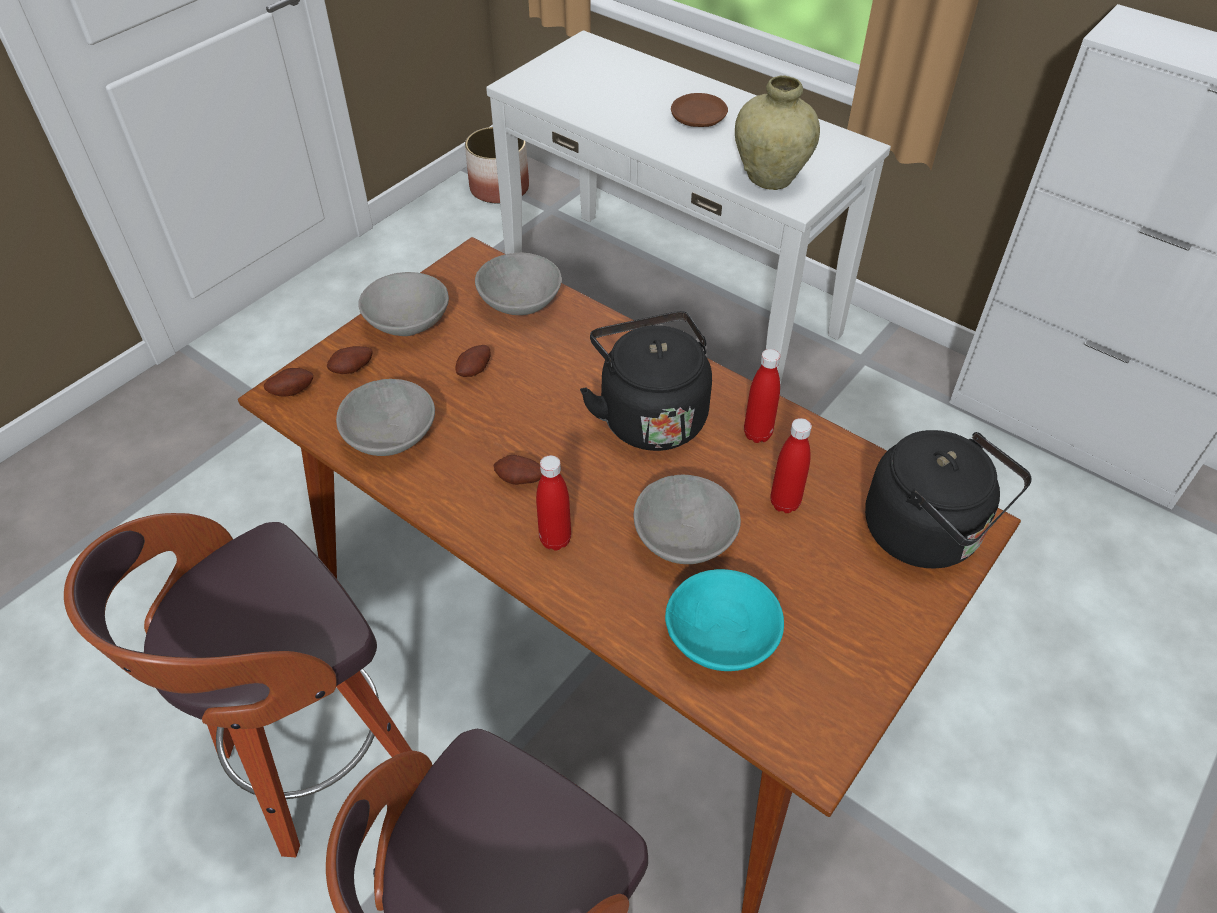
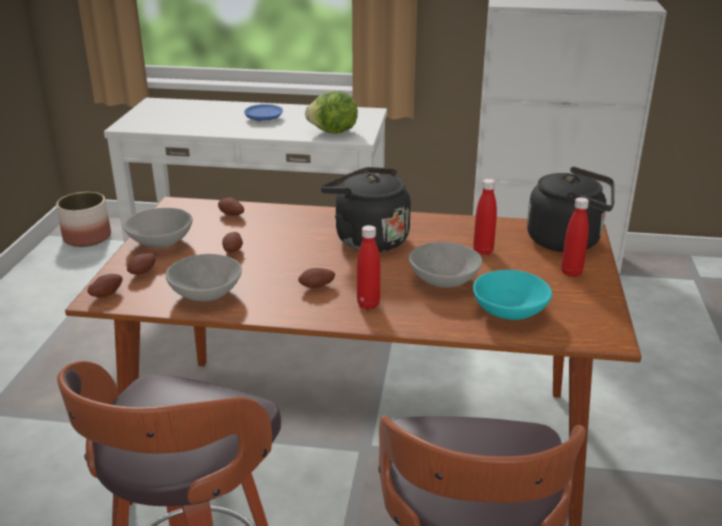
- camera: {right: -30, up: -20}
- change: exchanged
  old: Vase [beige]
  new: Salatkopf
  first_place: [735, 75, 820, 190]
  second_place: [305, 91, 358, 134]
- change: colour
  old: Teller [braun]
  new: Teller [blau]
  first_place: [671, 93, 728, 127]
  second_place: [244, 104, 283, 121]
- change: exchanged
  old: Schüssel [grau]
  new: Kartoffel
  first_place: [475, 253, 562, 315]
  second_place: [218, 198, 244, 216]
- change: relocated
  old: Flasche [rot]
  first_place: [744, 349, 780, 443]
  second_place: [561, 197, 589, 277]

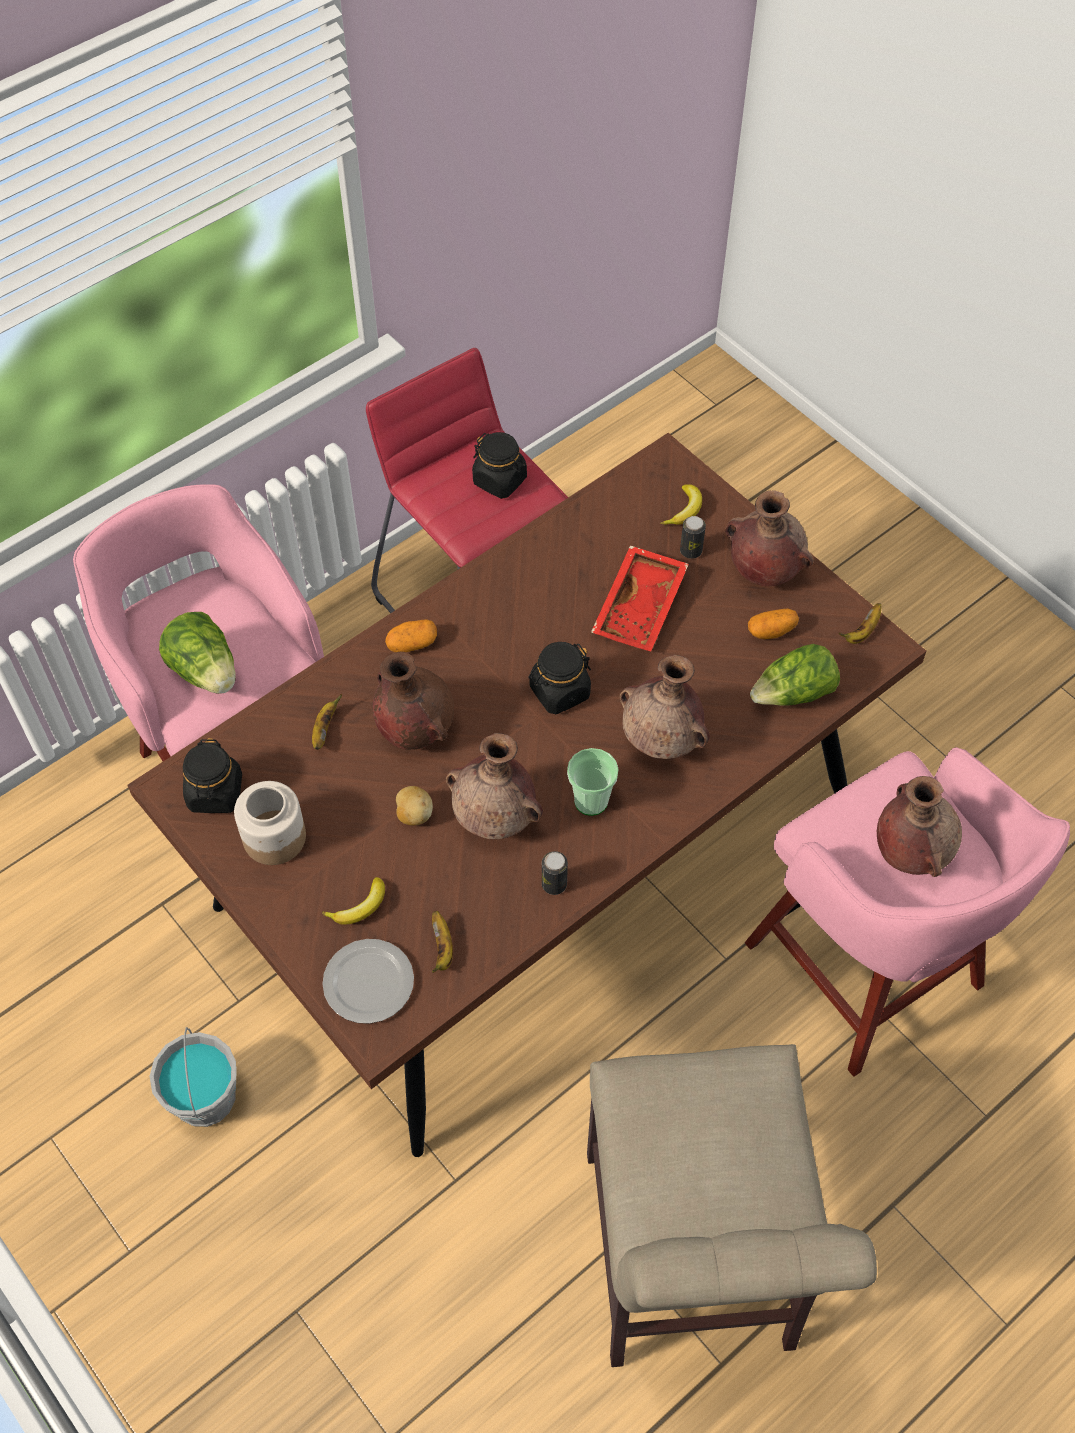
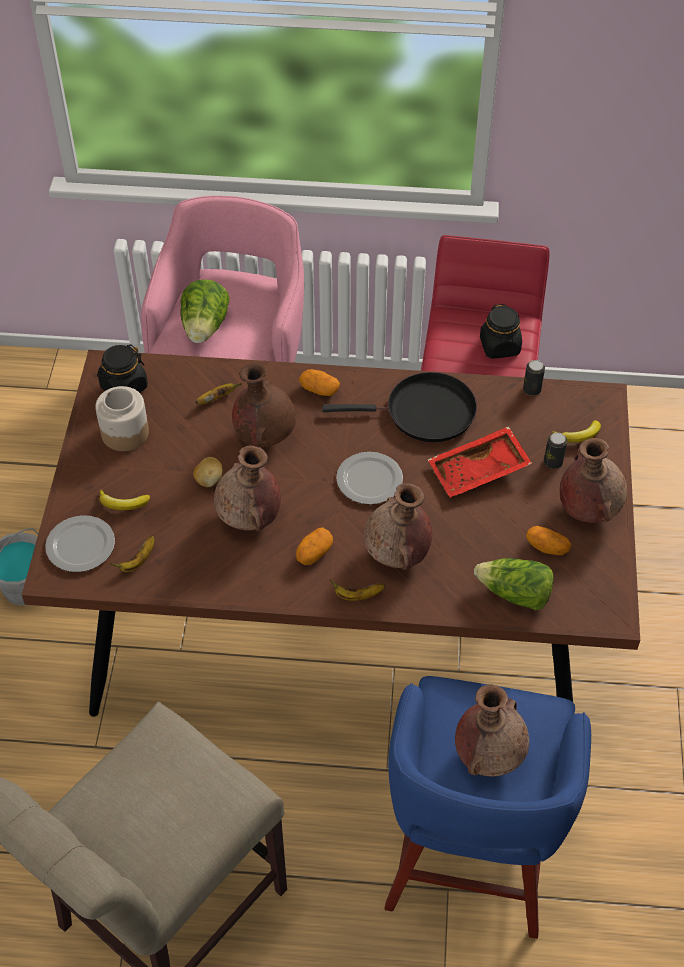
- camera: {right: 45, up: -5}
- change: relocated
  old: Banane
  first_place: [839, 603, 882, 644]
  second_place: [330, 579, 385, 601]
- change: exchanged
  old: Vorratsglas [schwarz]
  new: Teller
  first_place: [528, 642, 591, 714]
  second_place: [336, 452, 403, 505]
- change: colour
  old: Hocker [rosa]
  new: Hocker [blau]
  first_place: [745, 747, 1070, 1077]
  second_place: [384, 676, 591, 939]
- change: exchanged
  old: Tasse
  new: Kartoffel
  first_place: [567, 748, 619, 816]
  second_place: [296, 527, 333, 565]
- change: relocated
  old: Dose
  first_place: [542, 851, 568, 895]
  second_place: [523, 360, 545, 396]
- change: appeared
  new: Pfanne [schwarz]
  second_place: [322, 372, 477, 442]

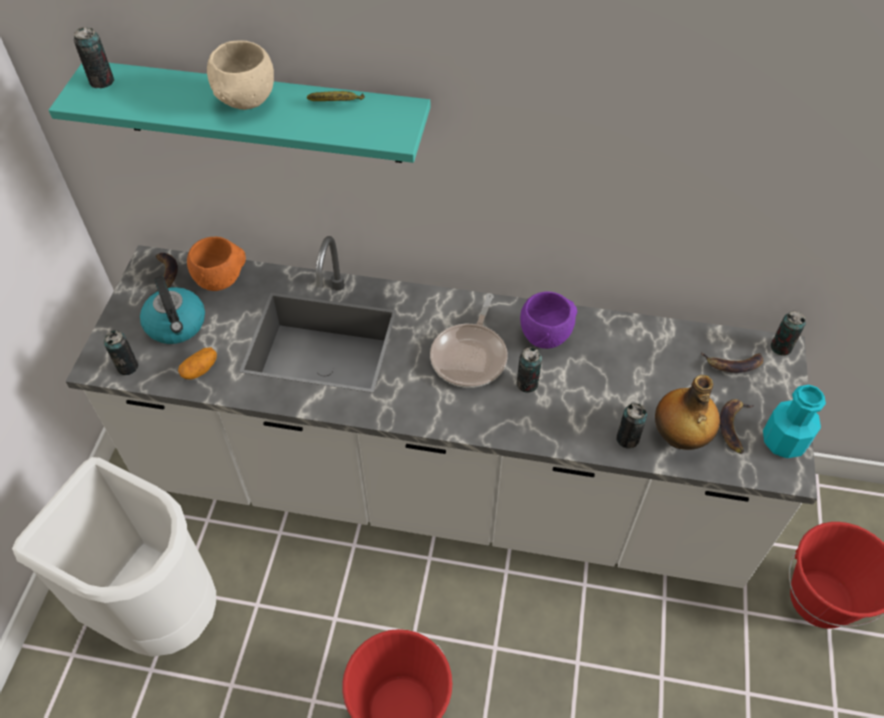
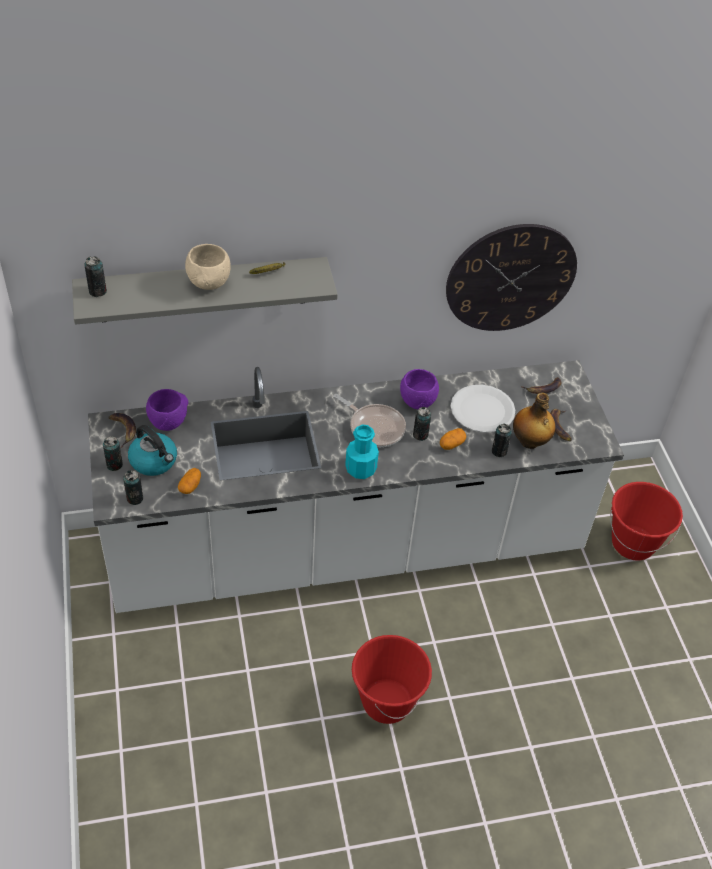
- camera: {right: -25, up: -5}
- change: colour
  old: Wandregal [türkis]
  new: Wandregal [grau]
  first_place: [49, 63, 430, 163]
  second_place: [72, 257, 338, 325]
- change: colour
  old: Schüssel [orange]
  new: Schüssel [lila]
  first_place: [187, 237, 246, 291]
  second_place: [146, 389, 188, 431]
- change: spun
  old: Pfanne
  first_place: [430, 293, 508, 388]
  second_place: [333, 394, 406, 447]
  degrees: -45
- change: relocated
  old: Dose
  first_place: [771, 311, 806, 356]
  second_place: [103, 436, 123, 471]
- change: relocated
  old: Flasche [türkis]
  first_place: [763, 385, 826, 458]
  second_place: [345, 425, 379, 479]
- change: missing
  old: Mülleimer [weiß]
  first_place: [12, 457, 216, 657]
- change: appeared
  new: Wanduhr
  second_place: [446, 224, 577, 331]
- change: appeared
  new: Teller [weiß]
  second_place: [450, 385, 515, 433]
- change: appeared
  new: Kartoffel
  second_place: [440, 428, 466, 450]

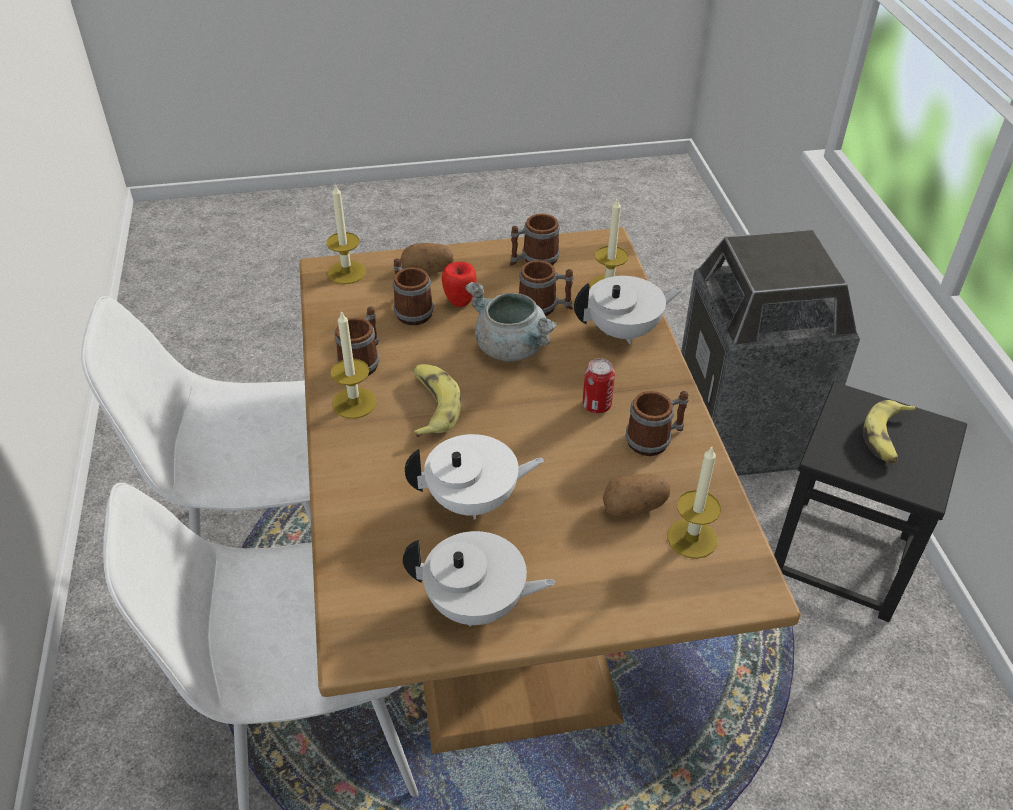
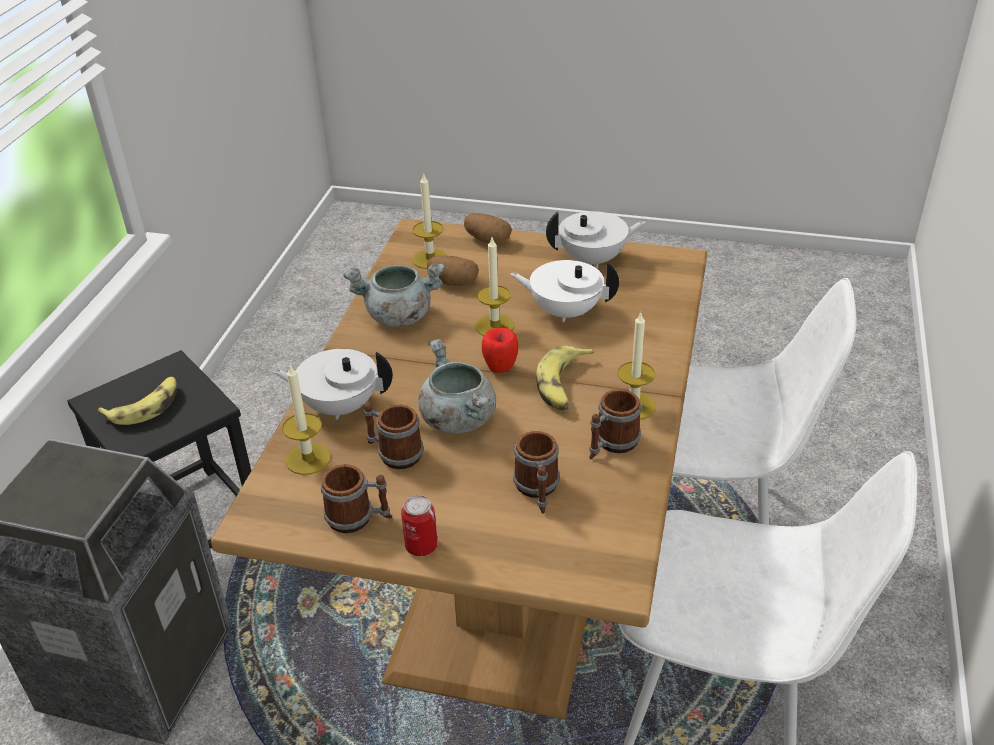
- camera: {right: -155, up: -5}
- change: relocated
  old: Kerze
  first_place: [326, 184, 366, 284]
  second_place: [476, 238, 514, 336]
- change: relocated
  old: Kartoffel
  first_place: [400, 243, 454, 274]
  second_place: [464, 213, 512, 243]
- change: relocated
  old: Apfel
  first_place: [442, 262, 477, 307]
  second_place: [482, 328, 519, 373]
- change: relocated
  old: Dose
  first_place: [583, 358, 615, 413]
  second_place: [401, 495, 438, 556]
- change: exchanged
  old: Henkelbecher
  new: Kochtopf [grau]
  first_place: [625, 391, 689, 456]
  second_place: [343, 263, 445, 327]
- change: spun
  old: Teekanne [weiß]
  first_place: [403, 531, 556, 626]
  second_place: [546, 211, 646, 269]
  degrees: 135

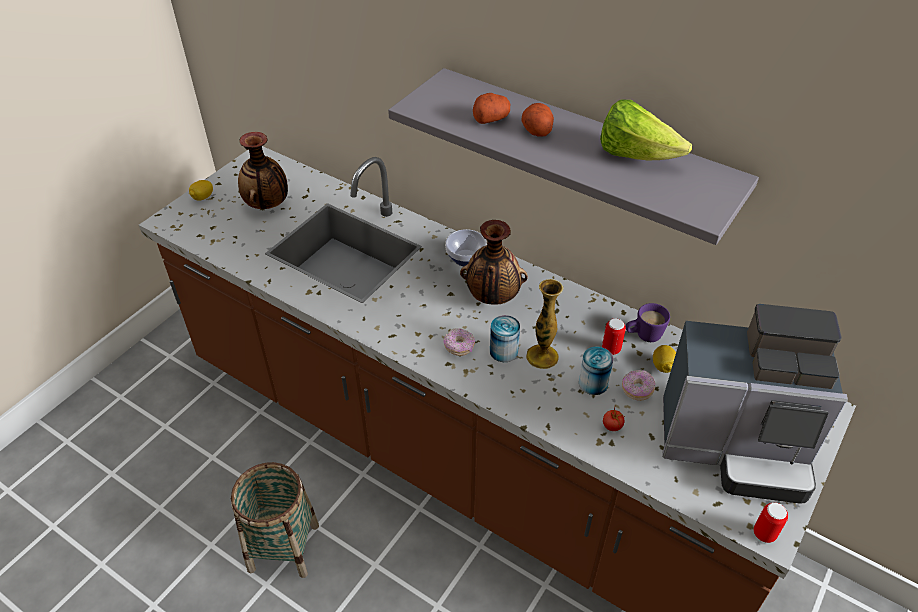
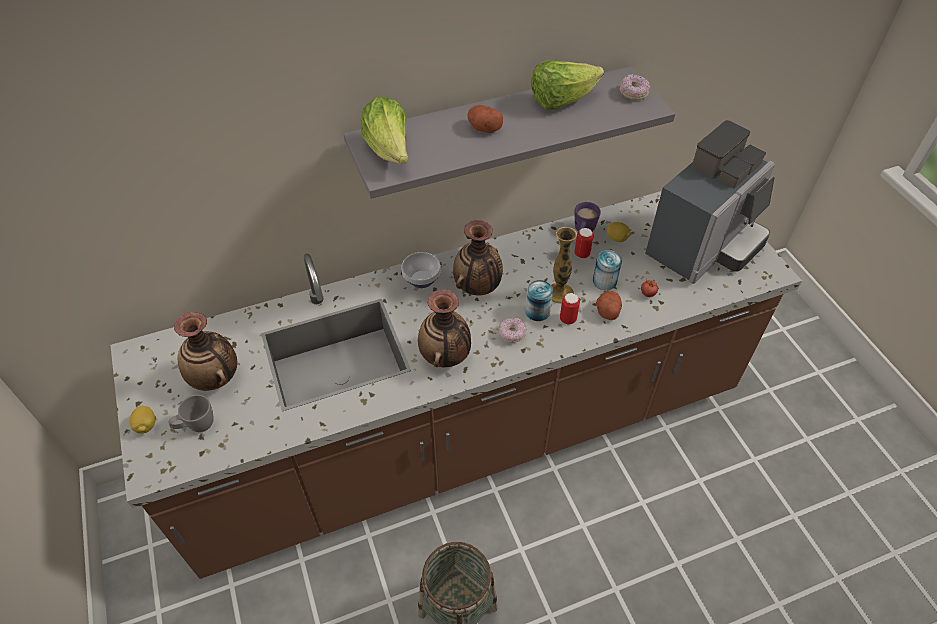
- camera: {right: -55, up: 5}
- change: relocated
  old: Kartoffel
  first_place: [473, 93, 510, 124]
  second_place: [596, 291, 622, 320]
- change: relocated
  old: Donut
  first_place: [622, 370, 655, 401]
  second_place: [620, 74, 650, 100]
- change: relocated
  old: Dose
  first_place: [754, 503, 788, 543]
  second_place: [560, 293, 580, 324]
- change: appeared
  new: Salatkopf
  second_place: [361, 97, 408, 164]
- change: appeared
  new: Vase
  second_place: [418, 290, 471, 367]
- change: appeared
  new: Henkelbecher [grau]
  second_place: [169, 395, 214, 432]

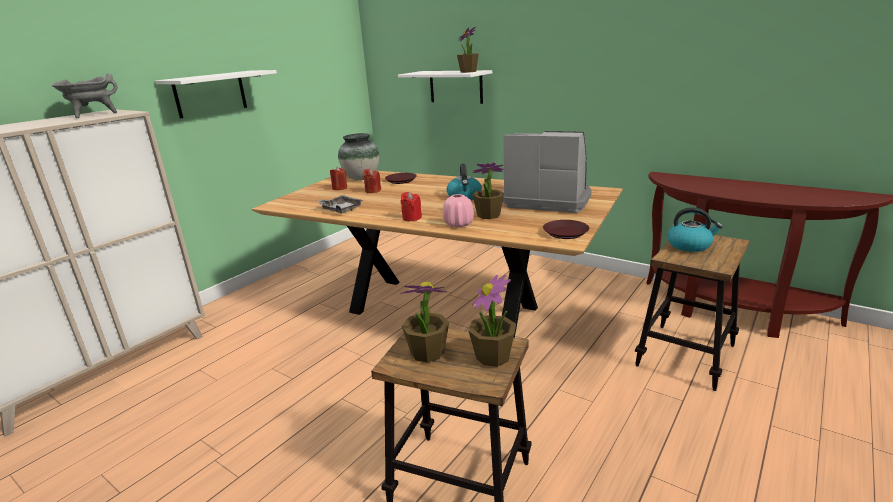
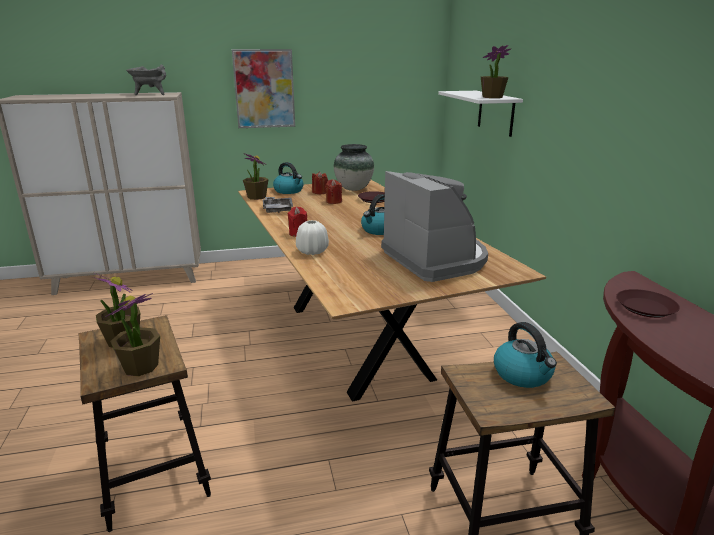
- camera: {right: 40, up: 0}
- change: exchanged
  old: Wandregal [weiß]
  new: Bild
  first_place: [156, 70, 277, 118]
  second_place: [232, 49, 295, 128]
- change: relocated
  old: Topfpflanze
  first_place: [472, 162, 504, 219]
  second_place: [243, 153, 269, 200]
- change: colour
  old: Vase [rosa]
  new: Vase [weiß]
  first_place: [443, 194, 474, 227]
  second_place: [296, 220, 329, 255]
- change: relocated
  old: Teller [braun]
  first_place: [543, 220, 589, 239]
  second_place: [616, 289, 680, 318]
- change: appeared
  new: Wasserkessel
  second_place: [273, 162, 303, 194]

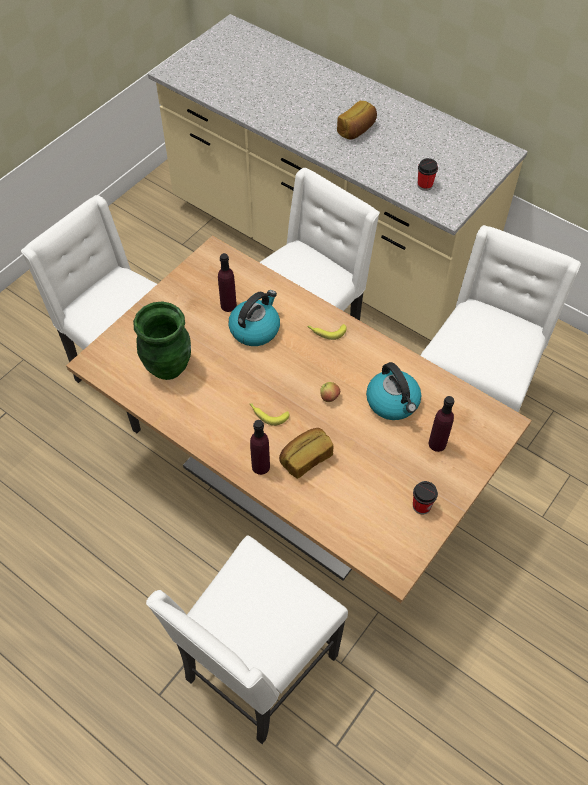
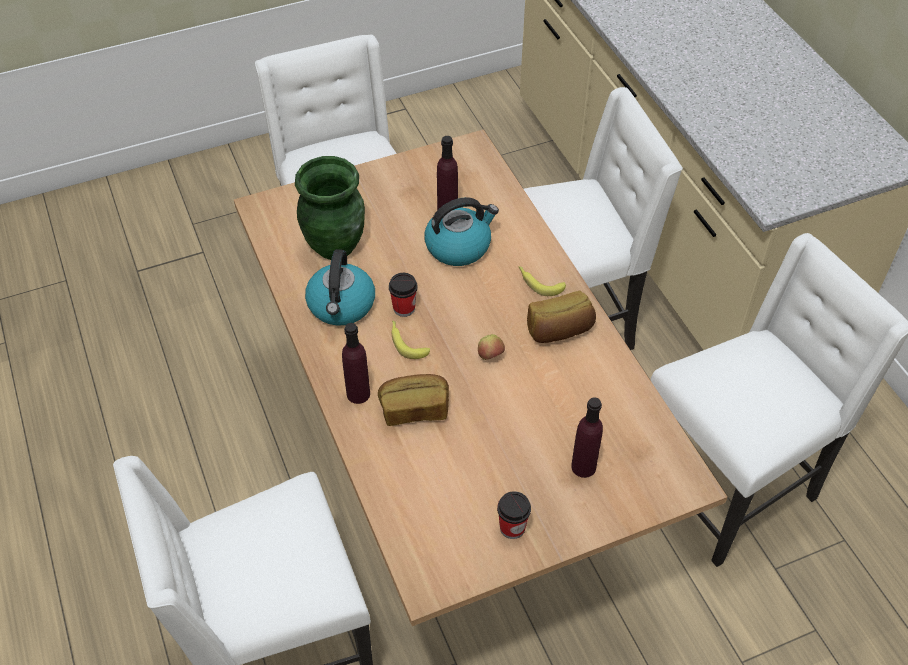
- camera: {right: 30, up: -5}
- change: relocated
  old: Brot
  first_place: [337, 101, 377, 140]
  second_place: [527, 291, 596, 343]
- change: relocated
  old: Tasse
  first_place: [418, 158, 438, 191]
  second_place: [389, 273, 418, 317]
- change: relocated
  old: Wasserkessel
  first_place: [366, 362, 421, 420]
  second_place: [305, 249, 375, 326]

